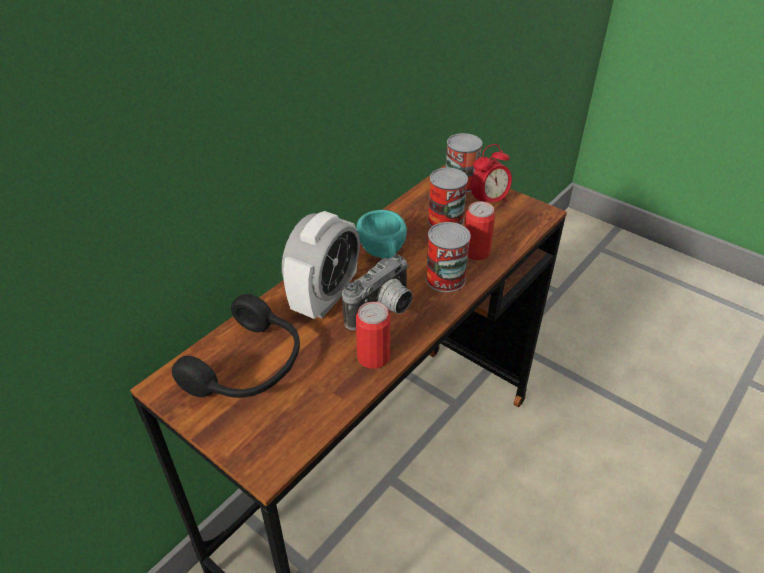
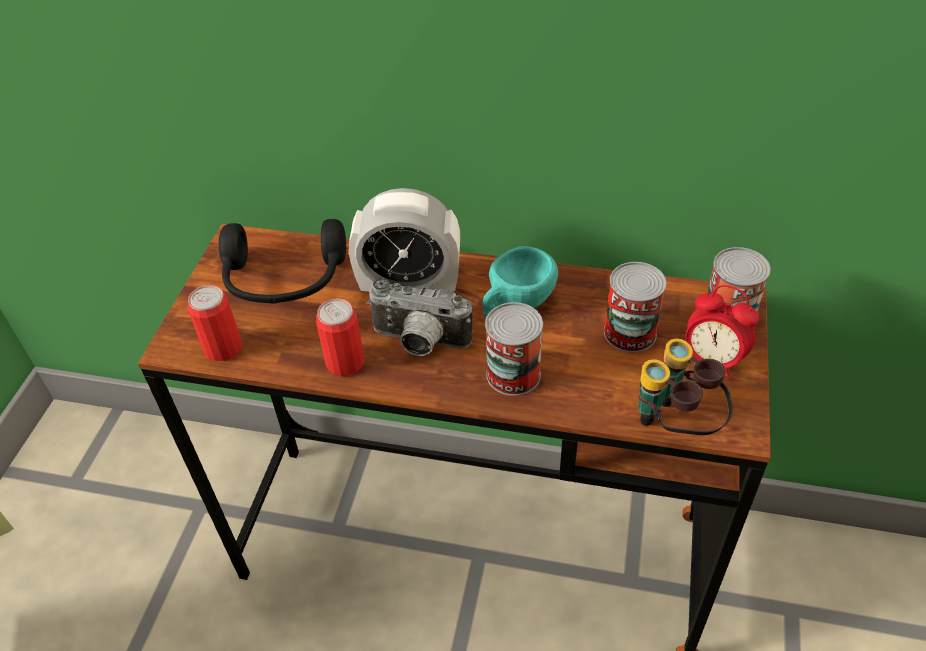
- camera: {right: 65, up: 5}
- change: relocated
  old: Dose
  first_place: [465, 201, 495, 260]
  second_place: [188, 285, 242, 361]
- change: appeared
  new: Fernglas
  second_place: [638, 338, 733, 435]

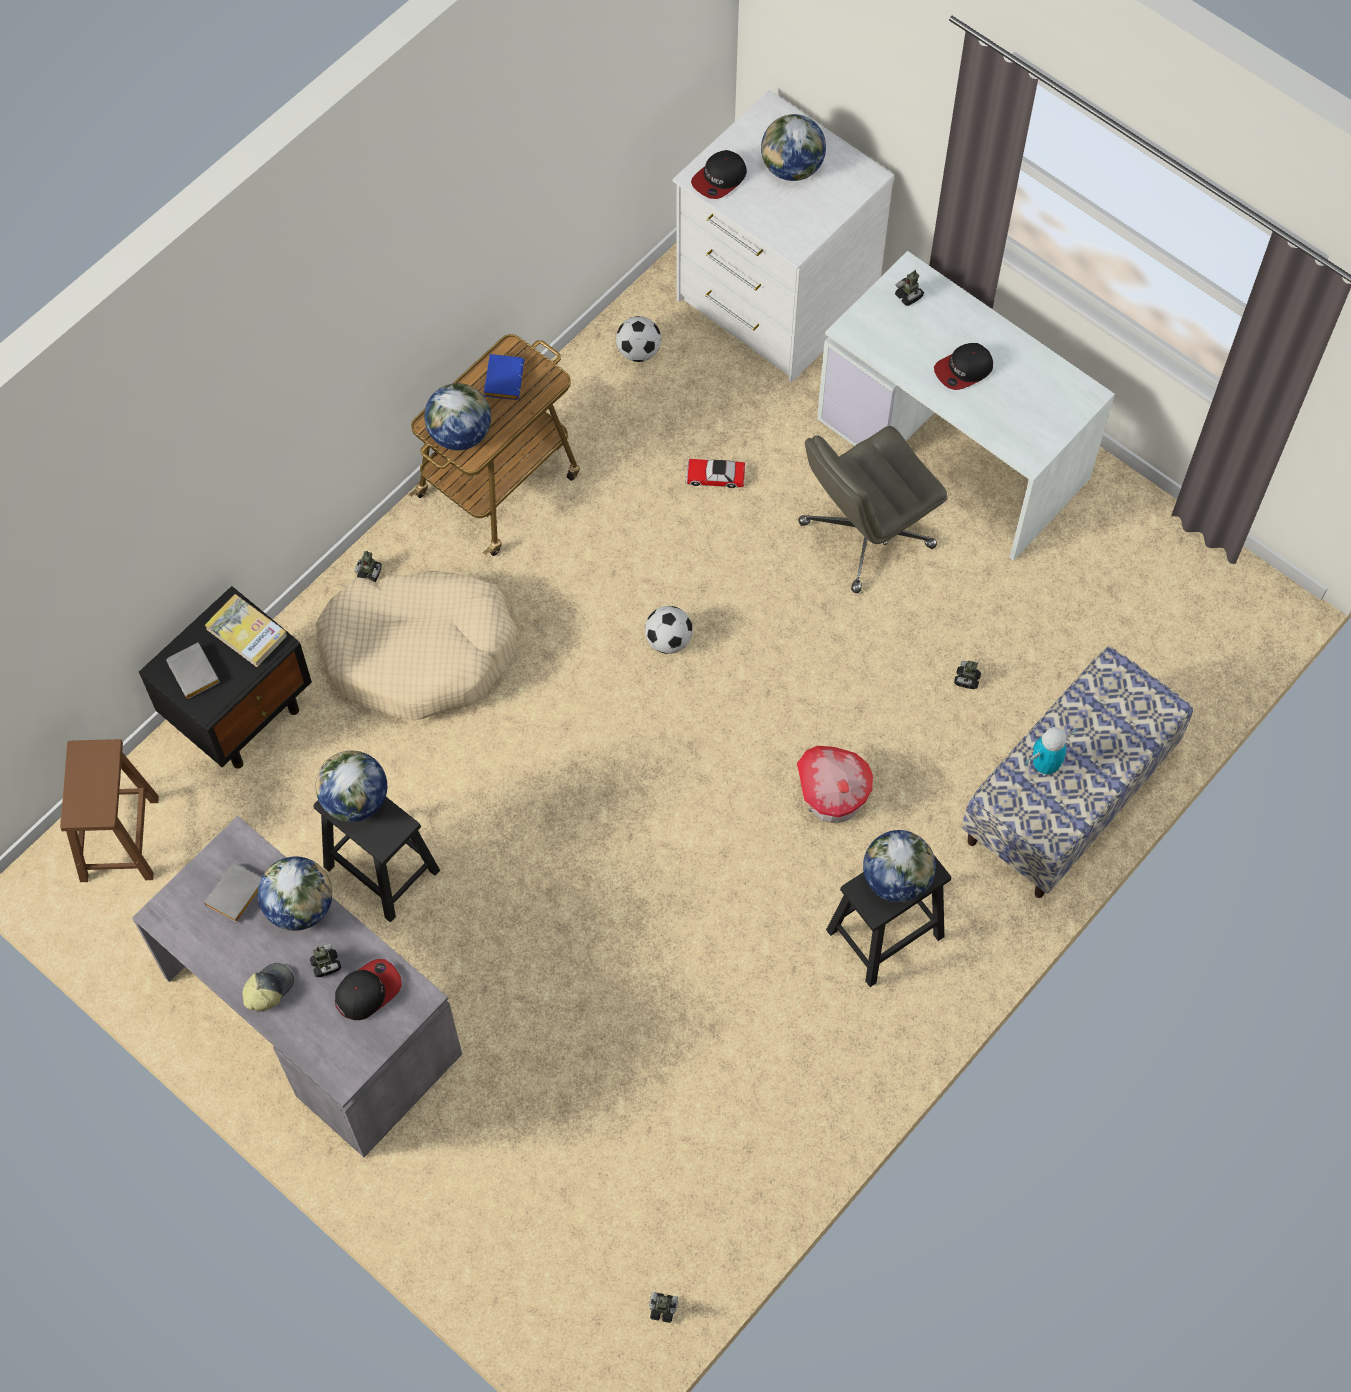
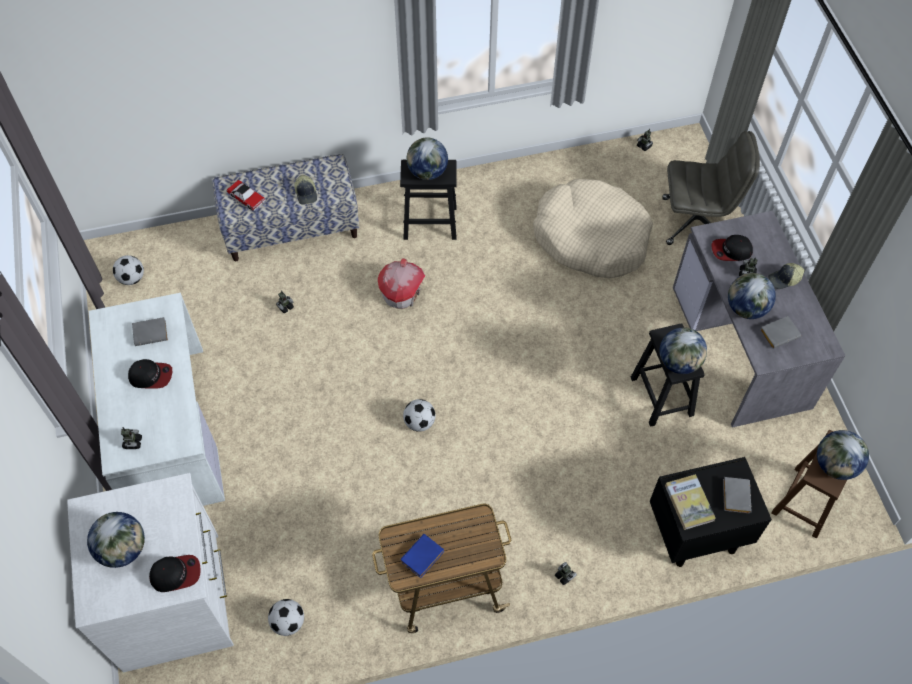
- camera: {right: -145, up: -5}
- change: relocated
  old: Globus
  first_place: [424, 383, 491, 450]
  second_place: [817, 430, 869, 480]
- change: relocated
  old: Bürostuhl [grau]
  first_place: [798, 426, 947, 593]
  second_place: [662, 131, 760, 245]
- change: relocated
  old: Spielzeugauto
  first_place: [686, 459, 745, 488]
  second_place: [227, 180, 266, 211]
- change: relocated
  old: Hundebett [beige]
  first_place: [316, 571, 518, 721]
  second_place: [533, 178, 653, 278]
- change: exchanged
  old: Spielzeugroboter
  new: Kappe
  first_place: [1025, 727, 1077, 776]
  second_place: [294, 175, 317, 204]
- change: appeared
  new: Fußball
  second_place: [113, 255, 144, 285]
- change: appeared
  new: Buch [grau]
  second_place: [132, 317, 168, 346]

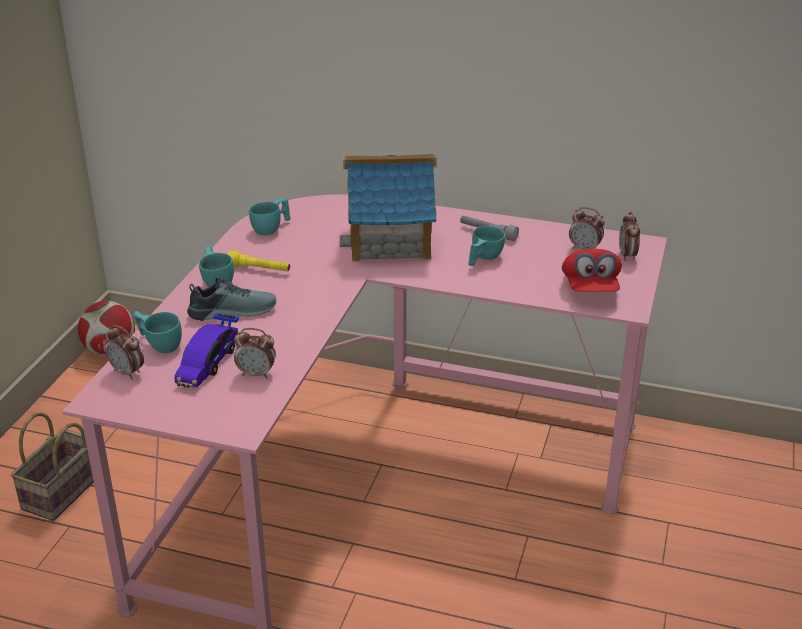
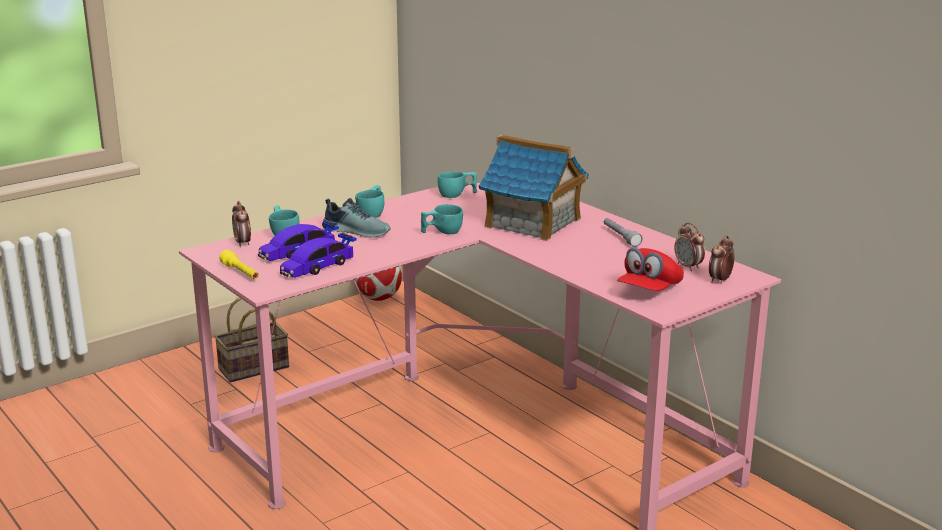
- camera: {right: 35, up: -10}
- change: relocated
  old: Tasse [türkis]
  first_place: [468, 226, 505, 266]
  second_place: [421, 204, 463, 234]
- change: relocated
  old: Taschenlampe [gelb]
  first_place: [228, 251, 290, 271]
  second_place: [219, 250, 259, 279]
- change: exchanged
  old: Wecker
  new: Spielzeugauto
  first_place: [234, 328, 276, 379]
  second_place: [280, 233, 357, 278]

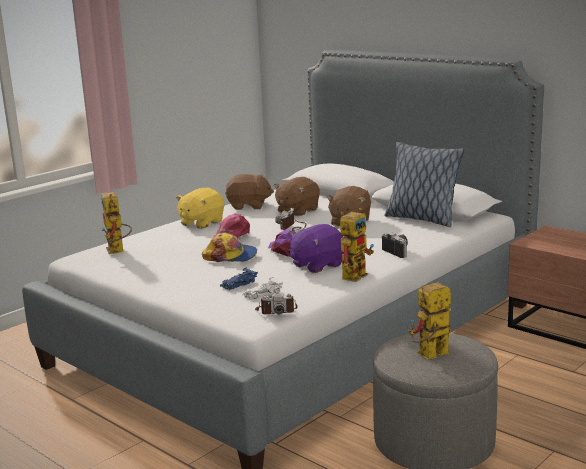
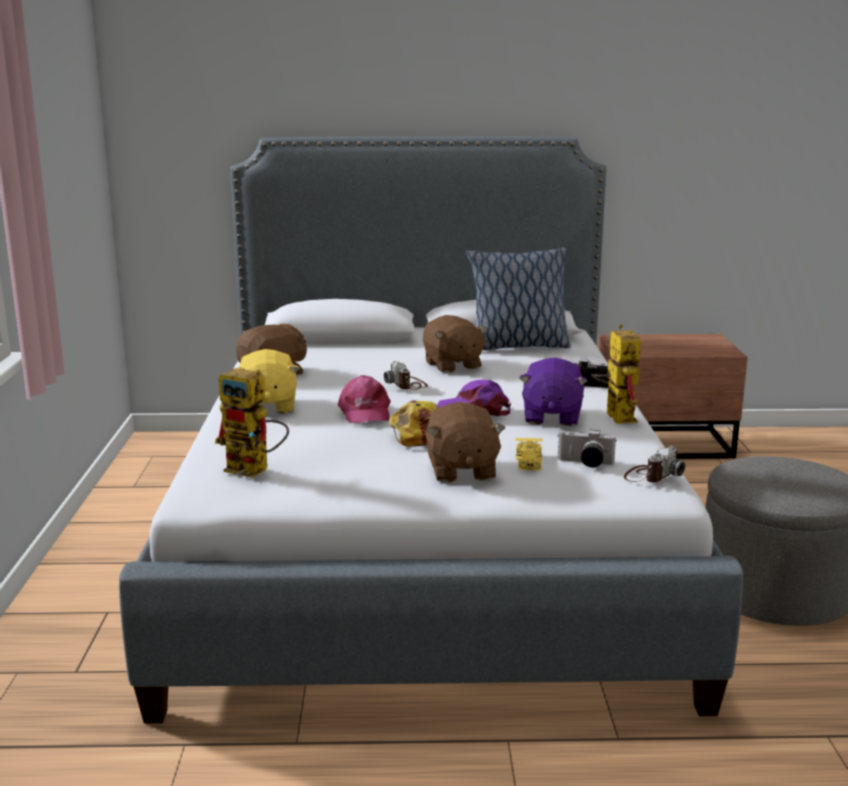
- camera: {right: -45, up: 0}
- change: relocated
  old: Plüschtier [braun]
  first_place: [274, 177, 320, 216]
  second_place: [426, 402, 505, 483]
- change: colour
  old: Spielzeugauto [blau]
  new: Spielzeugauto [gelb]
  first_place: [220, 267, 258, 290]
  second_place: [516, 438, 543, 471]
- change: exchanged
  old: Spielzeugauto [weiß]
  new: Kamera
  first_place: [243, 277, 283, 300]
  second_place: [558, 430, 617, 467]
- change: missing
  old: Spielzeugroboter
  first_place: [408, 282, 451, 359]

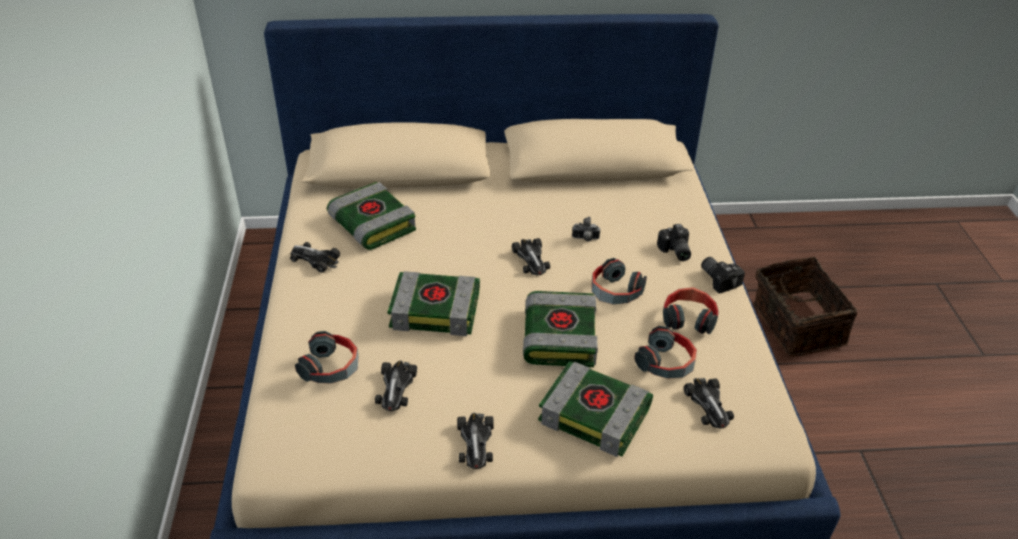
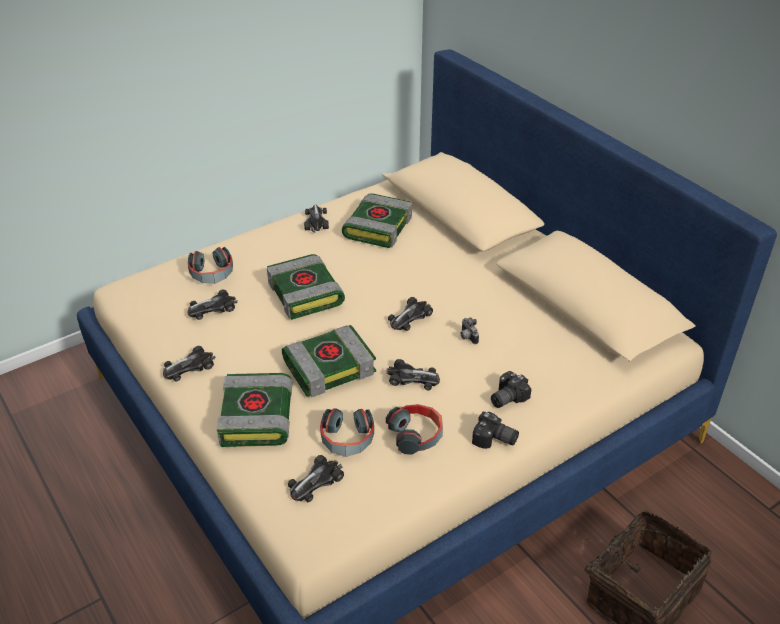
- camera: {right: 60, up: 0}
- change: spun
  old: Kamera
  first_place: [701, 257, 745, 294]
  second_place: [472, 412, 519, 449]
  degrees: 90
- change: exchanged
  old: Kopfhörer
  new: Spielzeugauto
  first_place: [592, 258, 647, 304]
  second_place: [386, 359, 440, 390]

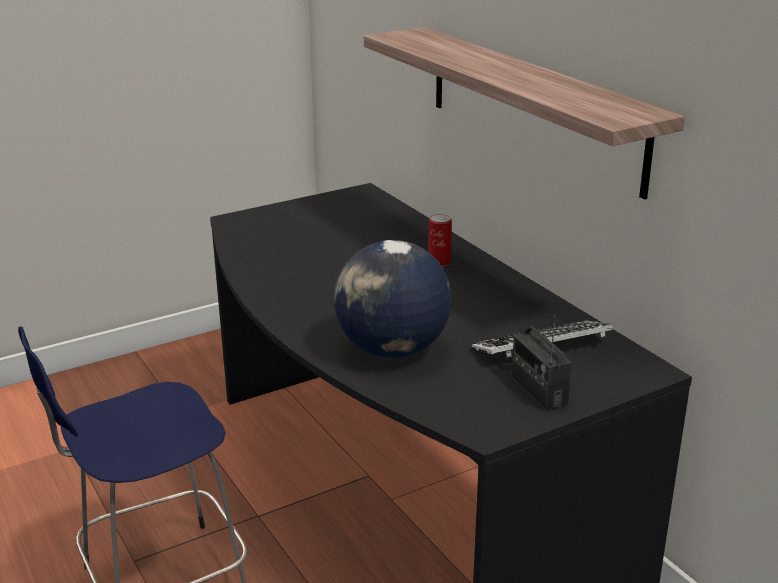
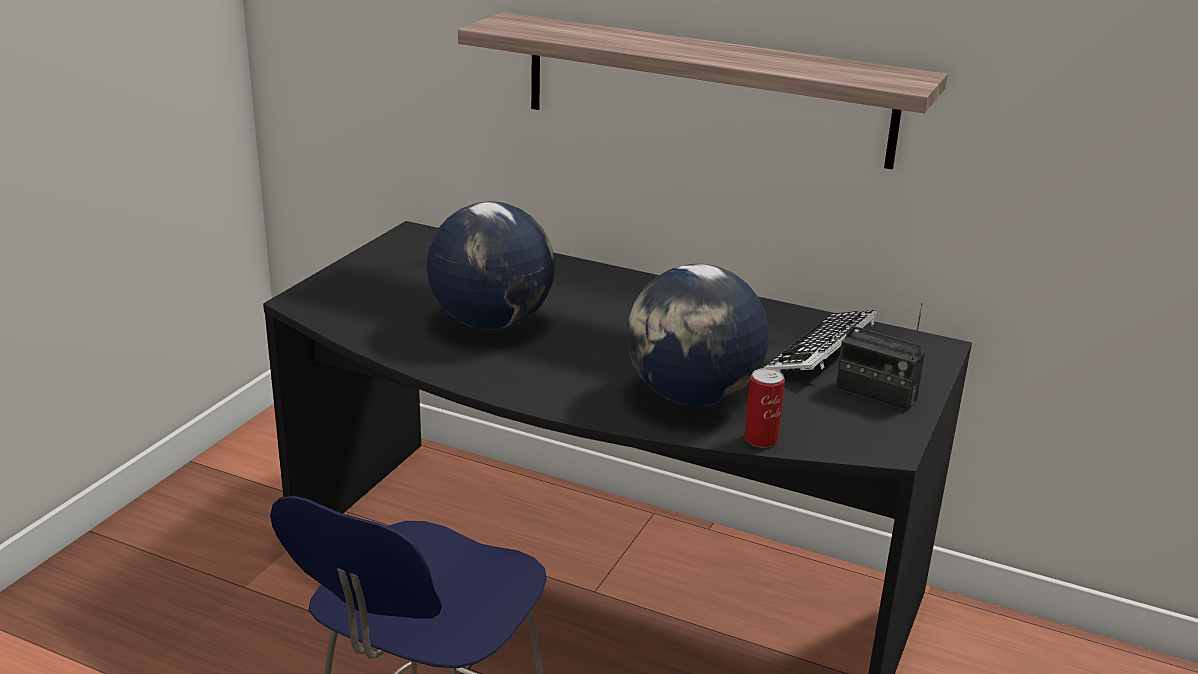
- camera: {right: -35, up: 0}
- change: relocated
  old: Dose
  first_place: [429, 214, 452, 267]
  second_place: [744, 368, 785, 448]
- change: appeared
  new: Globus
  second_place: [426, 202, 555, 330]

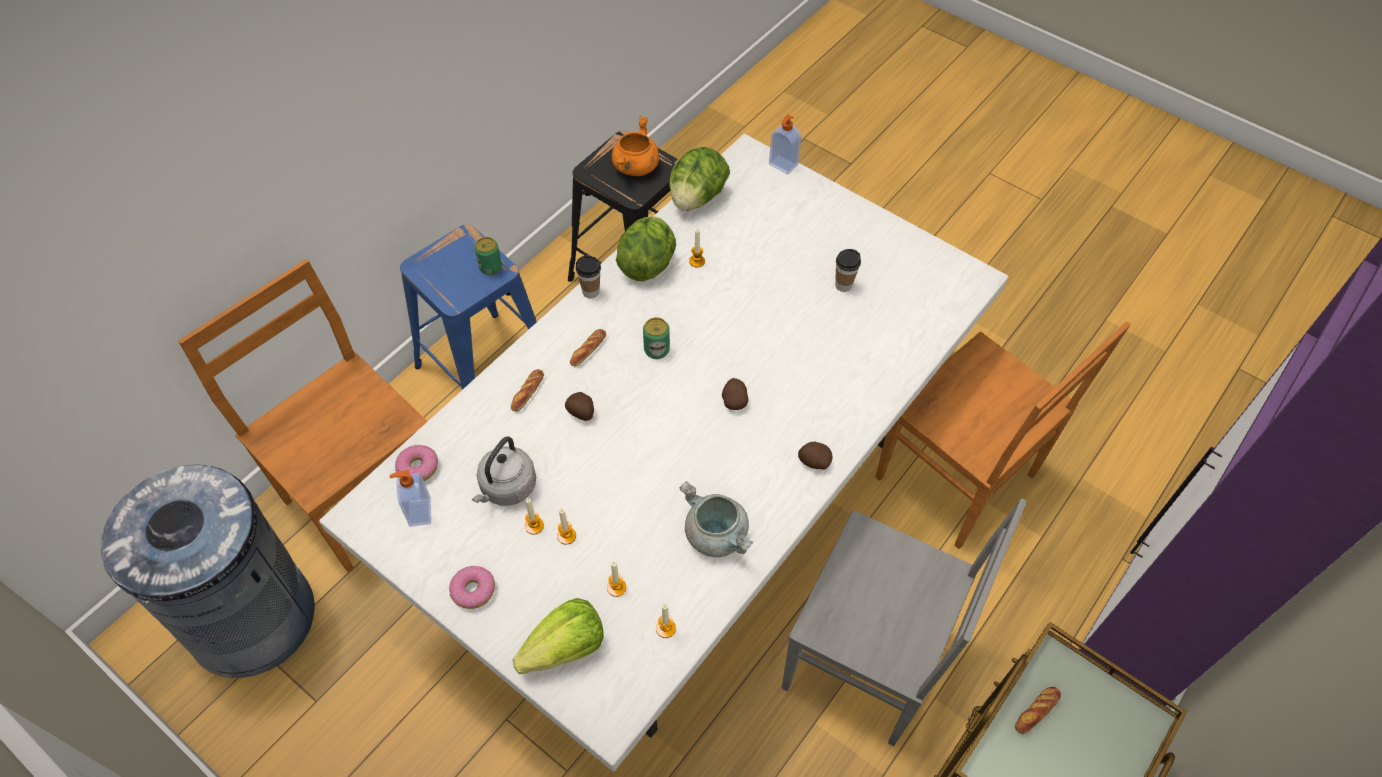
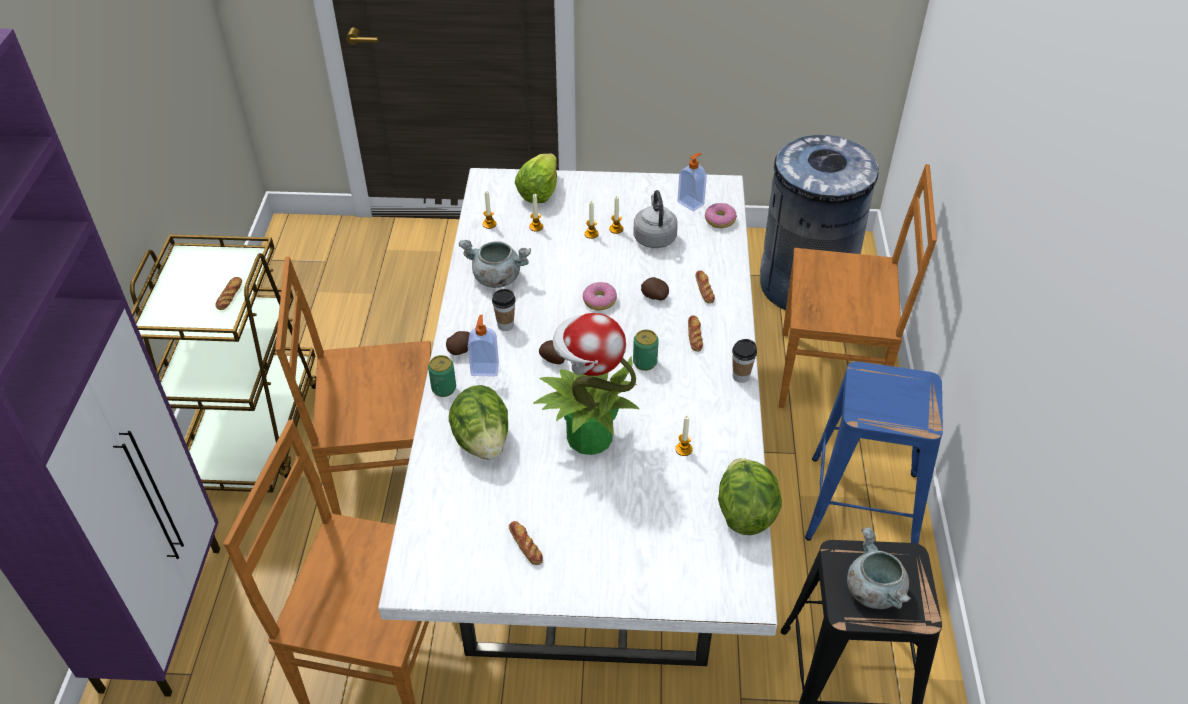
- camera: {right: 145, up: -10}
- change: relocated
  old: Seifenspender
  first_place: [769, 115, 801, 174]
  second_place: [468, 315, 499, 376]
- change: colour
  old: Kochtopf [orange]
  new: Kochtopf [grau]
  first_place: [612, 116, 659, 176]
  second_place: [847, 527, 911, 609]
- change: relocated
  old: Salatkopf
  first_place: [616, 216, 676, 281]
  second_place: [449, 385, 508, 460]
- change: relocated
  old: Dose
  first_place: [474, 237, 502, 275]
  second_place: [428, 355, 456, 397]
- change: relocated
  old: Tasse
  first_place: [835, 249, 861, 292]
  second_place: [492, 289, 516, 331]
- change: colour
  old: Stuhl [grau]
  new: Stuhl [braun]
  first_place: [782, 498, 1027, 746]
  second_place: [275, 256, 431, 515]
- change: relocated
  old: Donut
  first_place: [449, 566, 495, 609]
  second_place: [583, 282, 617, 310]
- change: appeared
  new: Topfpflanze
  second_place: [533, 313, 640, 455]
- change: appeared
  new: Brot
  second_place: [509, 521, 543, 565]

